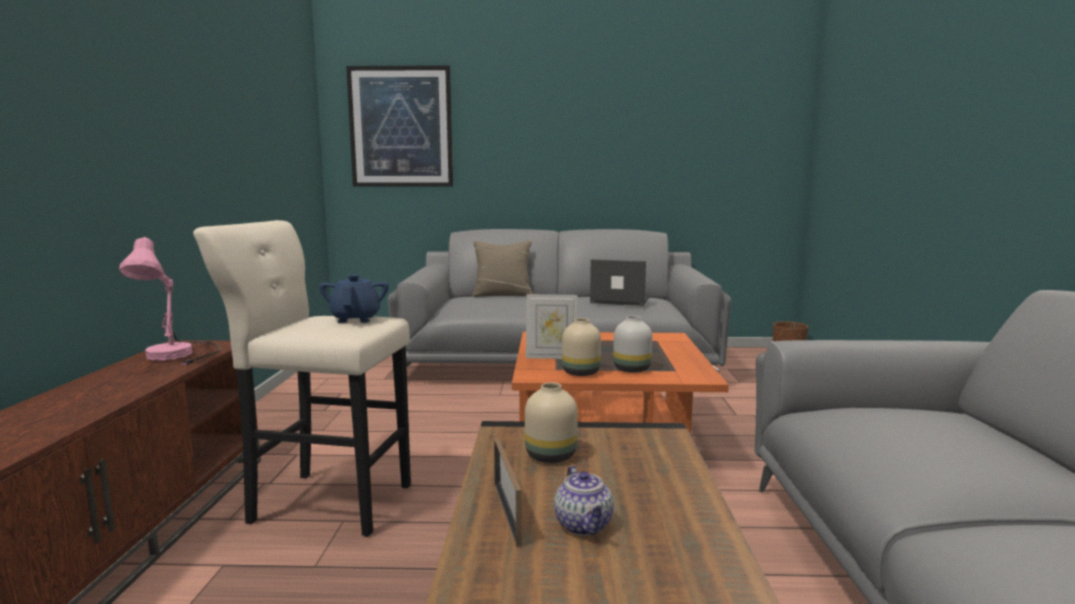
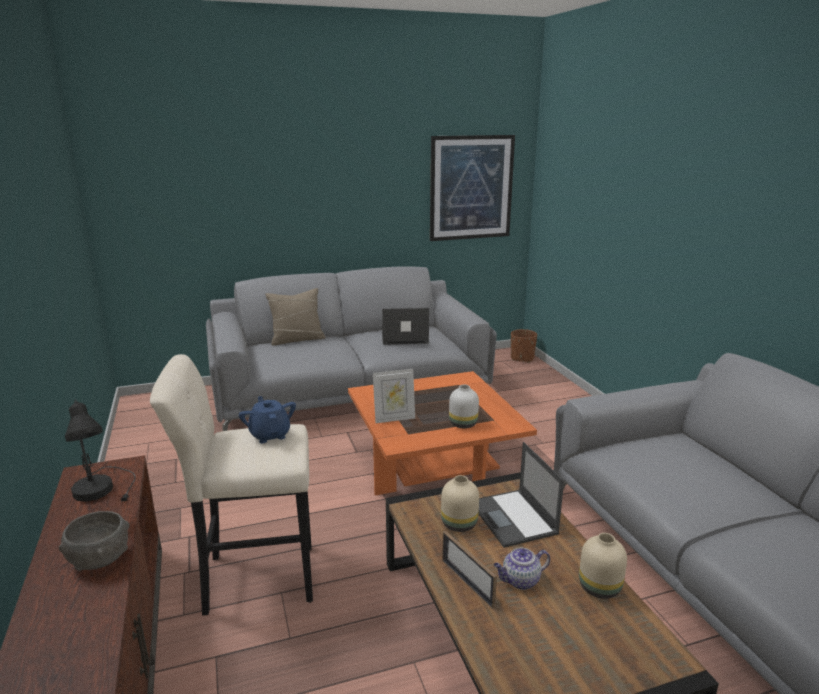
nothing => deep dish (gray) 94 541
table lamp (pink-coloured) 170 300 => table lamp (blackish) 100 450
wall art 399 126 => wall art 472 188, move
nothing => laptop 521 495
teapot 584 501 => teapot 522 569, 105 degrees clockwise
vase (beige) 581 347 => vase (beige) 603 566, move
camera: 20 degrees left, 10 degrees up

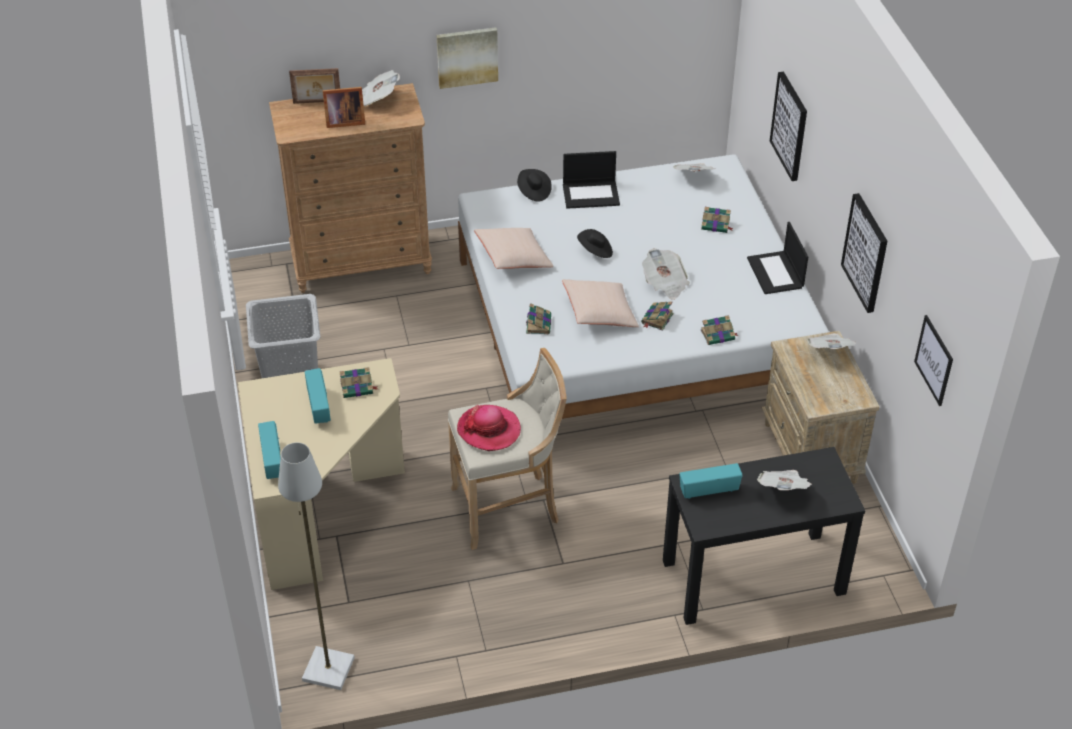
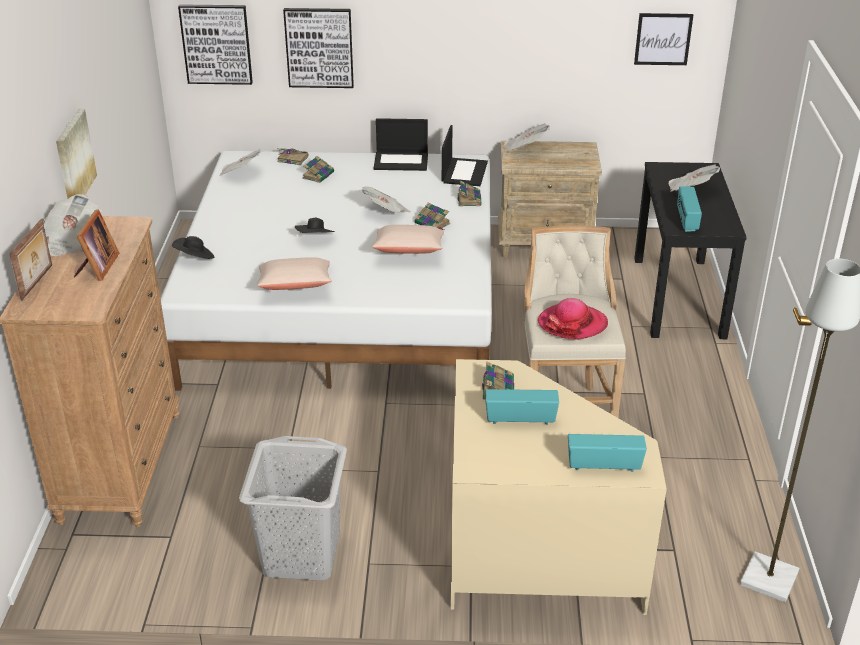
wall art 864 253 => wall art 215 44, move
book 538 318 => book 292 156, move
laptop 591 180 => laptop 465 155, move
camera: 75 degrees left, 10 degrees down

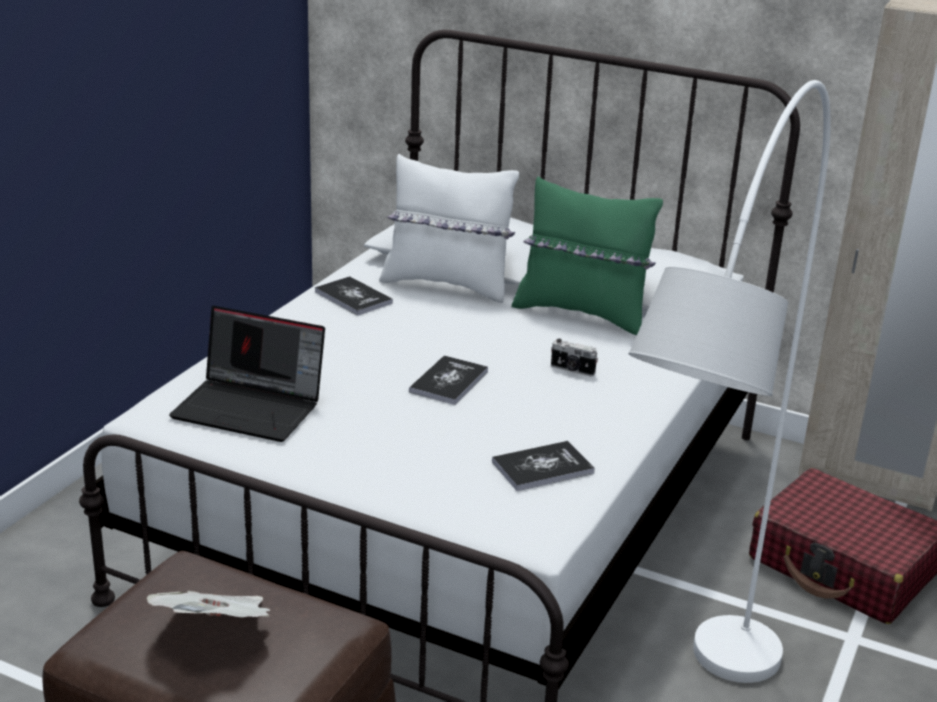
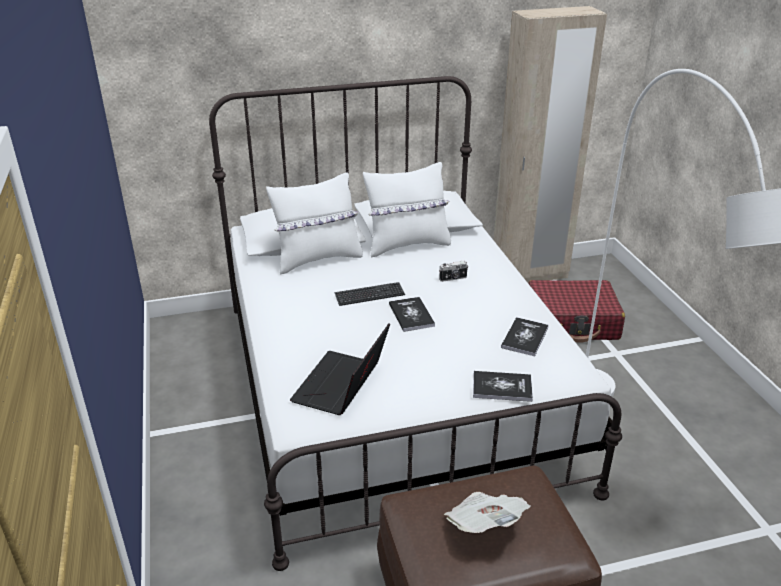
laptop 247 374 => laptop 340 369, 135 degrees clockwise
nothing => keyboard 369 294
pillow (greenish) 587 255 => pillow (white) 407 210
book 354 296 => book 503 386, move
camera: 40 degrees left, 5 degrees up

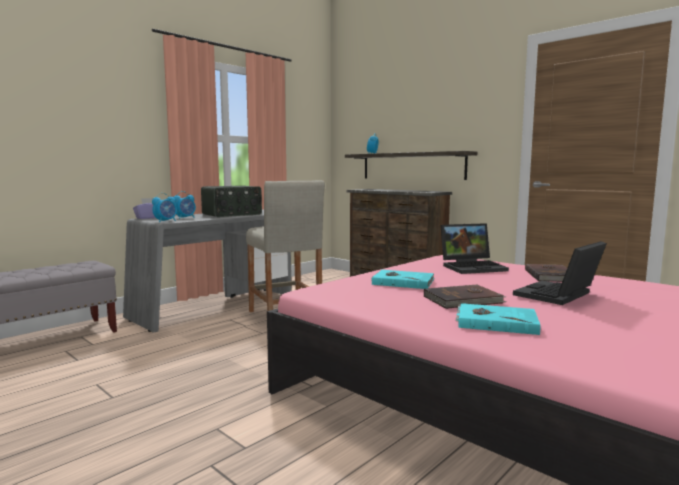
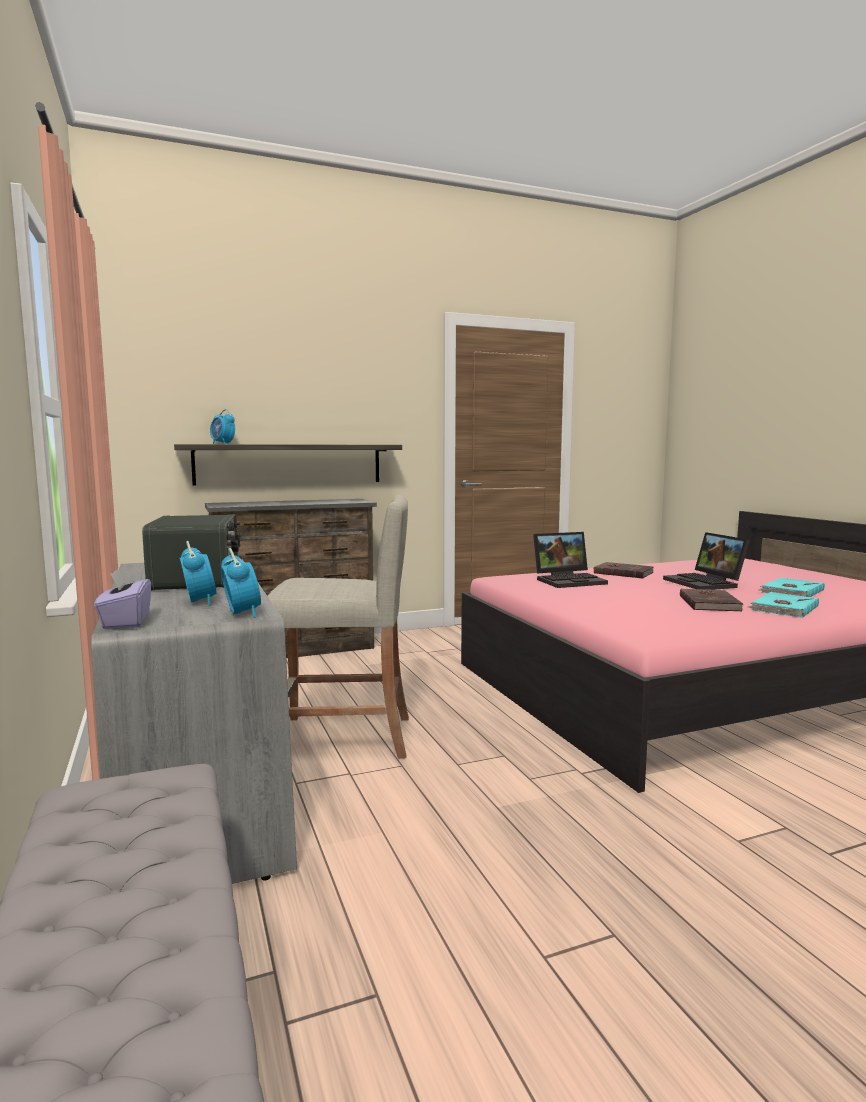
laptop 474 248 => laptop 570 560, 60 degrees clockwise
book (blue-green) 402 279 => book (blue-green) 791 587, move
camera: 65 degrees left, 0 degrees up

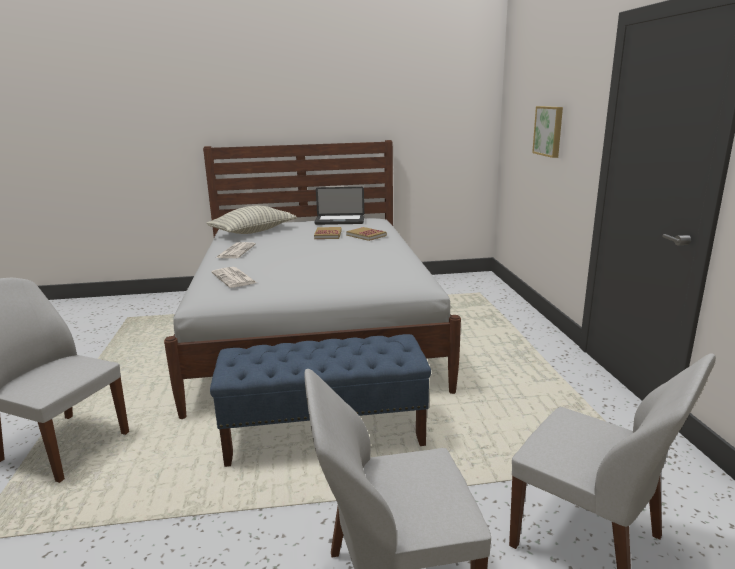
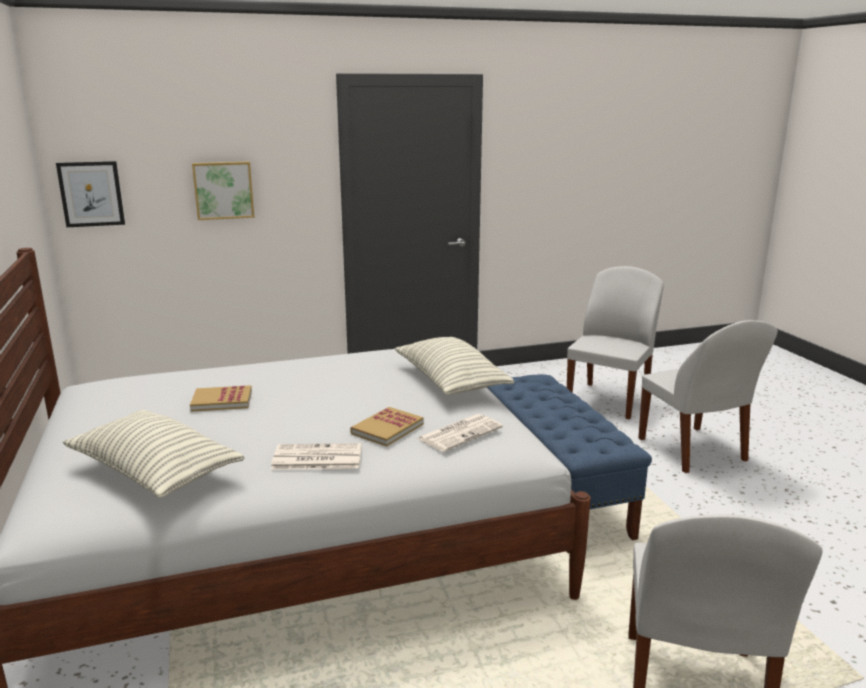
nothing => wall art 90 194
book 366 234 => book 387 427, move
nothing => pillow 454 366
laptop 339 206 => nothing
camera: 100 degrees left, 0 degrees up

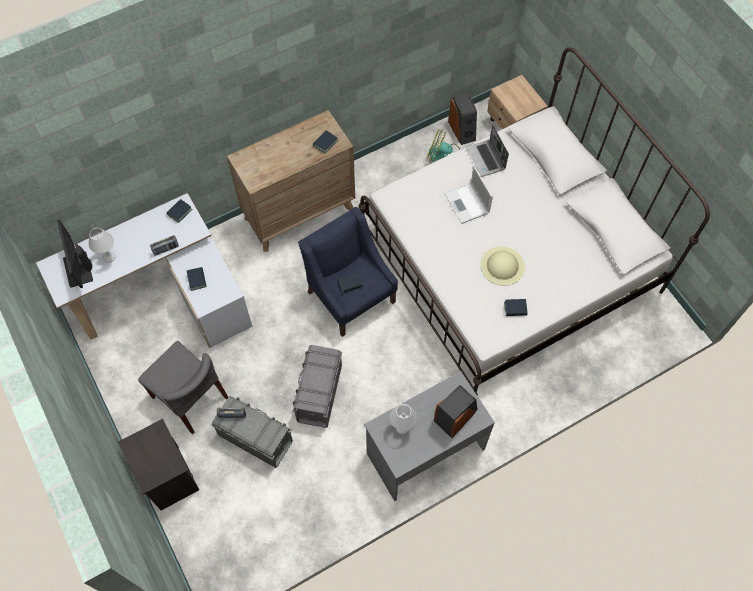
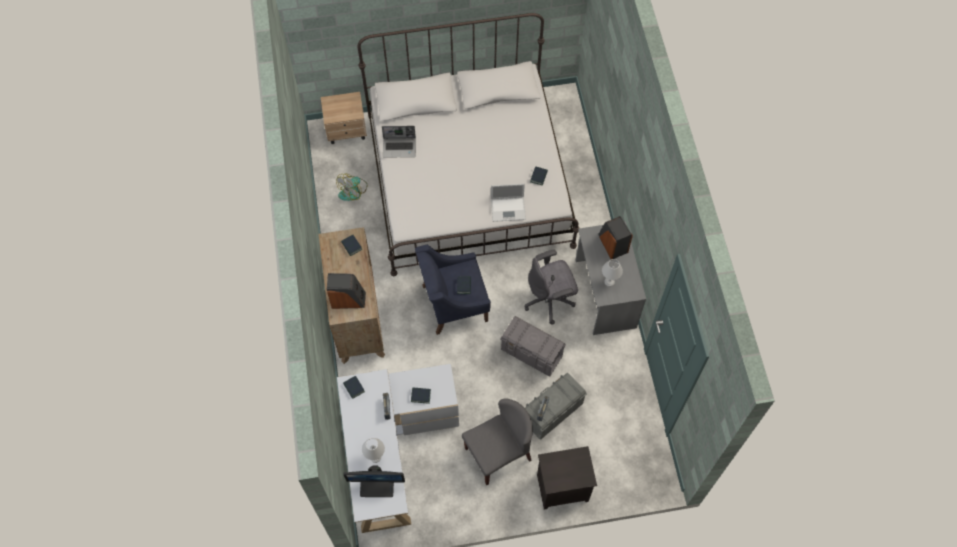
loudspeaker 462 118 => loudspeaker 346 291, move
laptop 468 195 => laptop 508 202, move
nothing => office chair (gray) 551 287
wearable hat (beige) 503 266 => nothing
camera: 70 degrees left, 0 degrees up

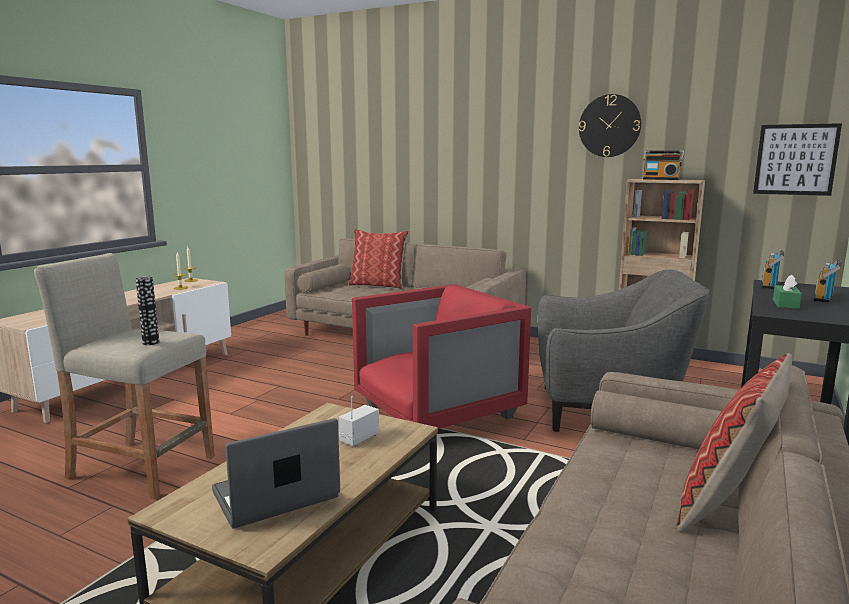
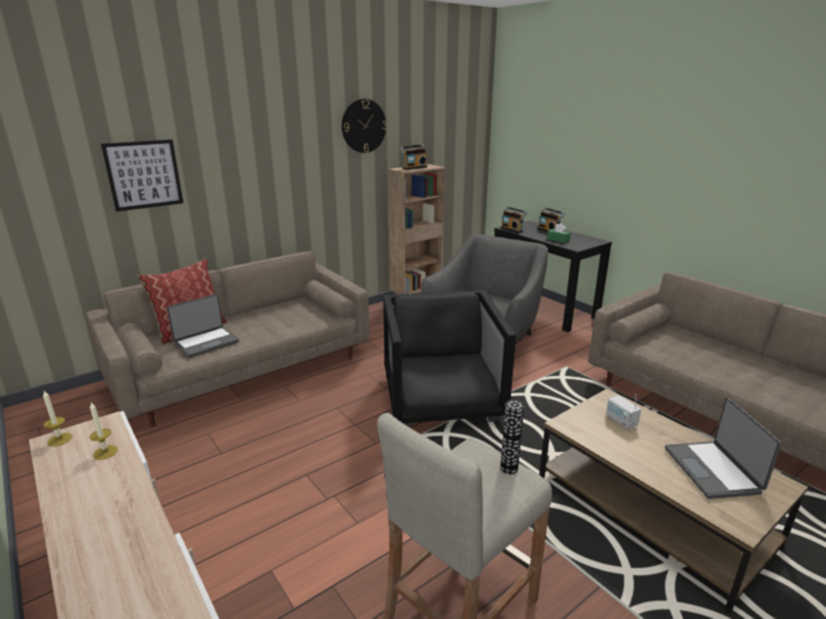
wall art 797 159 => wall art 142 175, move
nothing => laptop 203 326
armchair (red-coloured) 441 356 => armchair (blackish) 449 358
pillow 734 443 => nothing
camera: 65 degrees left, 10 degrees up

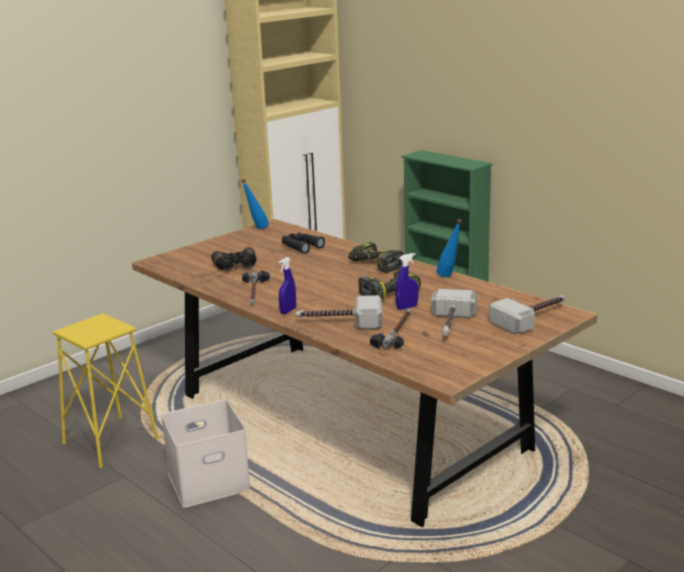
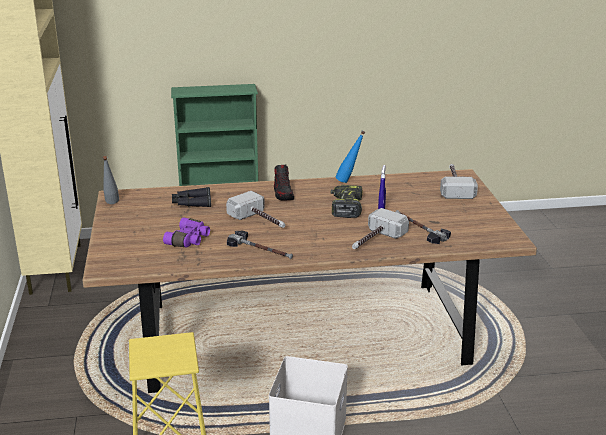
drink bottle (blue) 255 204 => drink bottle (gray) 111 180
pair of binoculars (blackish) 233 259 => pair of binoculars (purplish) 186 232
tool hammer 454 312 => tool hammer 255 209, move
power drill 376 257 => low shoe 284 182
hand sprayer (blue) 287 285 => nothing
camera: 55 degrees left, 5 degrees up

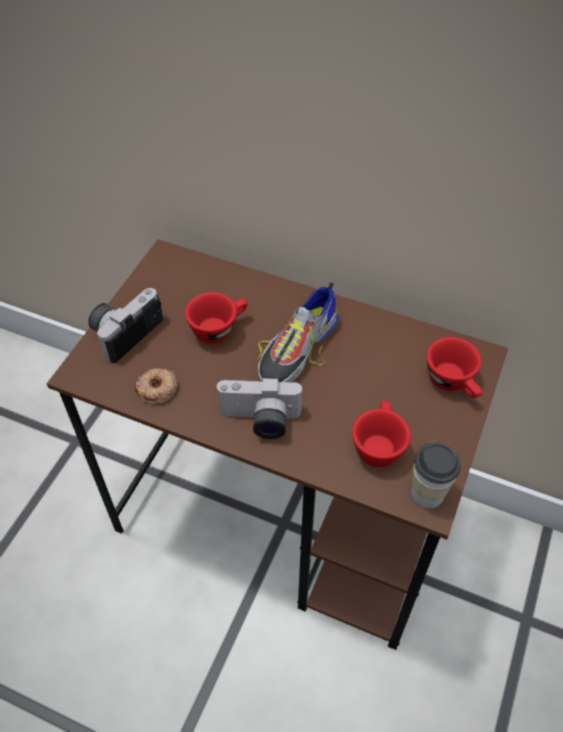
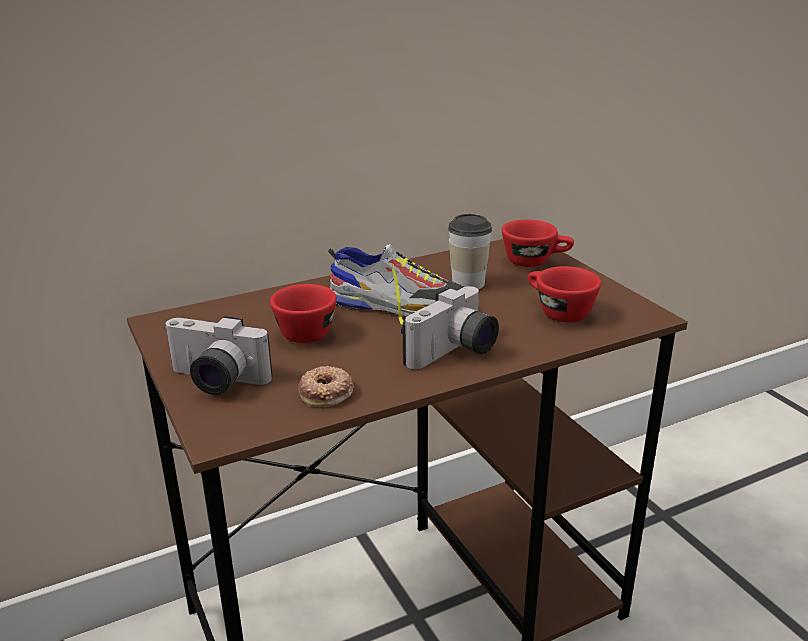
still camera 125 325 => still camera 218 355, 60 degrees counterclockwise
low shoe 297 332 => low shoe 396 284, 60 degrees counterclockwise
cup 436 475 => cup 470 251, move
camera: 50 degrees left, 25 degrees down

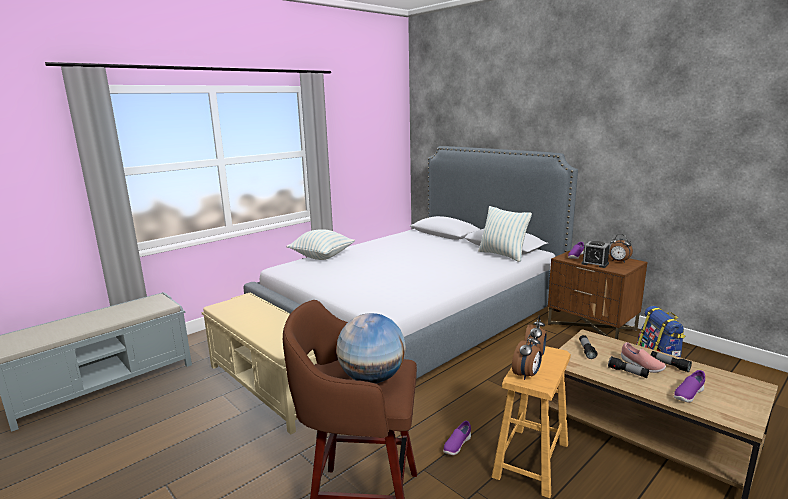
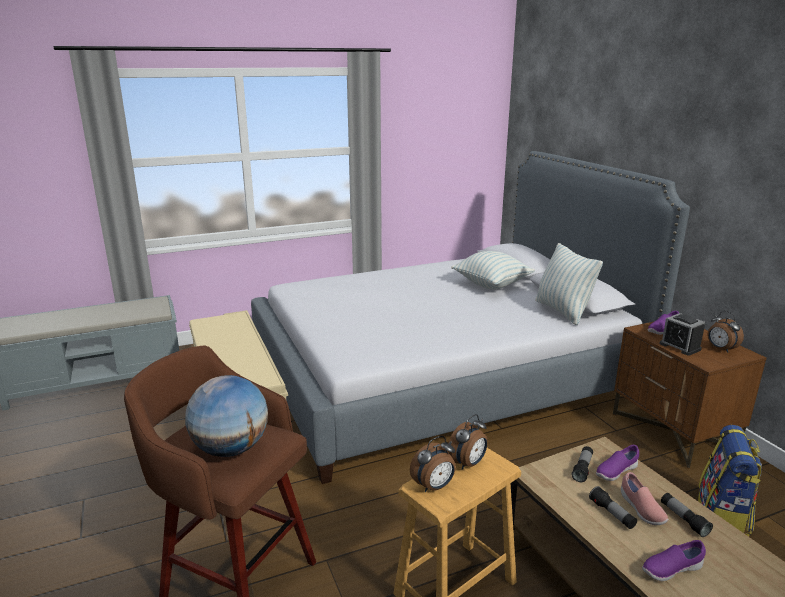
pillow 321 244 => pillow 493 270, move
low shoe (purplish) 457 438 => low shoe (purplish) 617 463, move
camera: 20 degrees right, 5 degrees up

